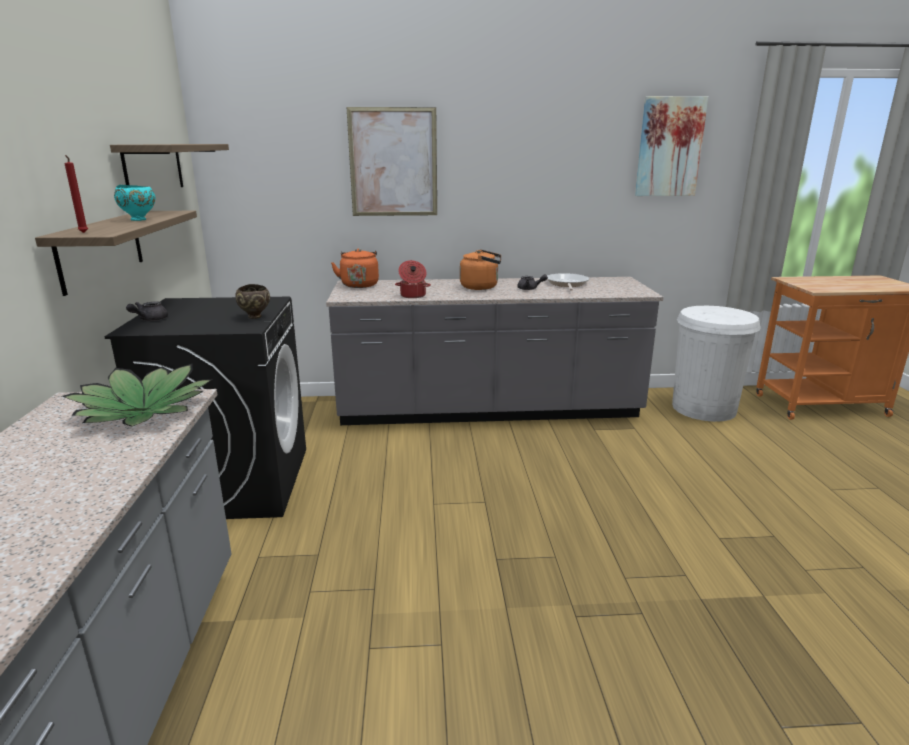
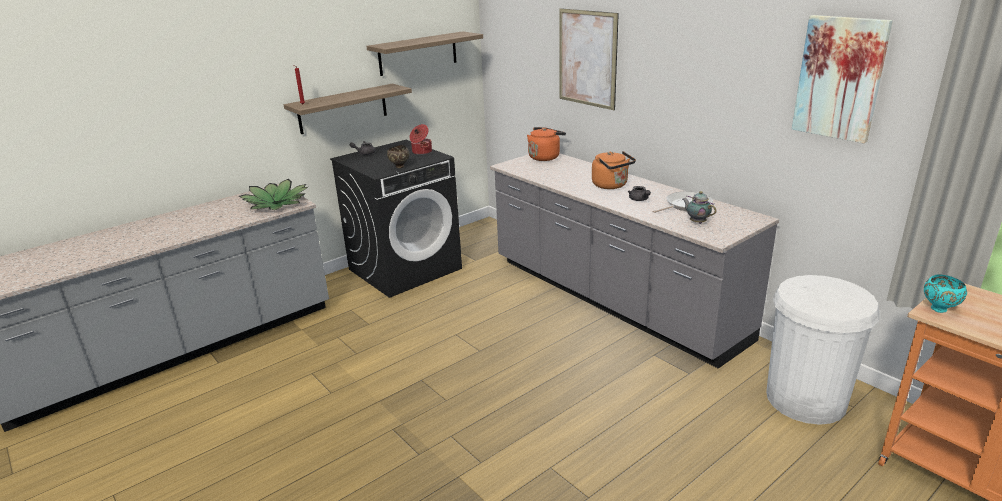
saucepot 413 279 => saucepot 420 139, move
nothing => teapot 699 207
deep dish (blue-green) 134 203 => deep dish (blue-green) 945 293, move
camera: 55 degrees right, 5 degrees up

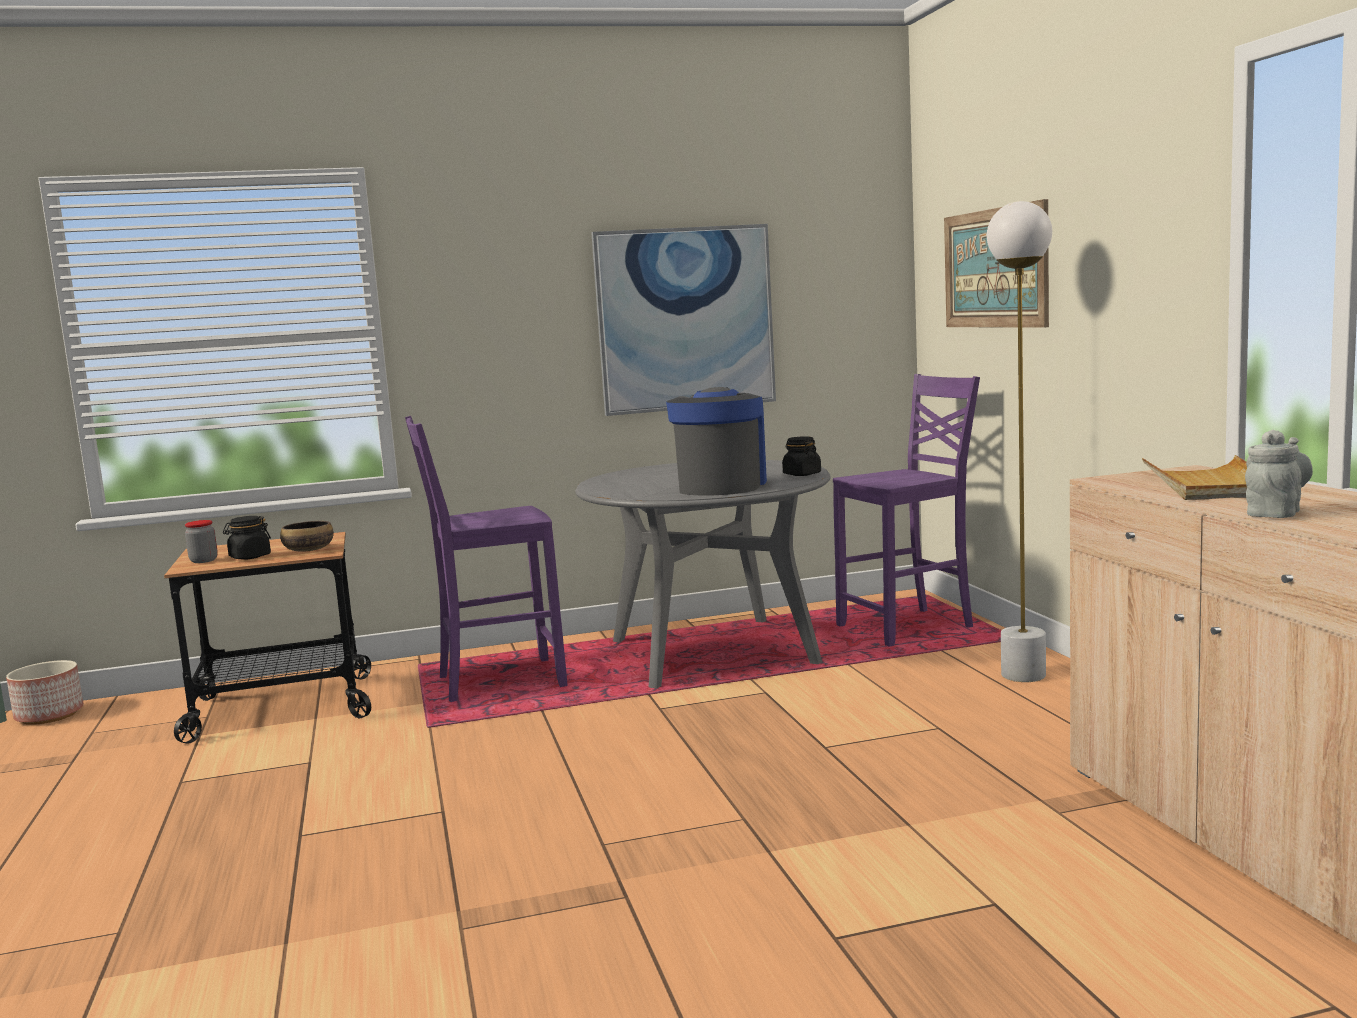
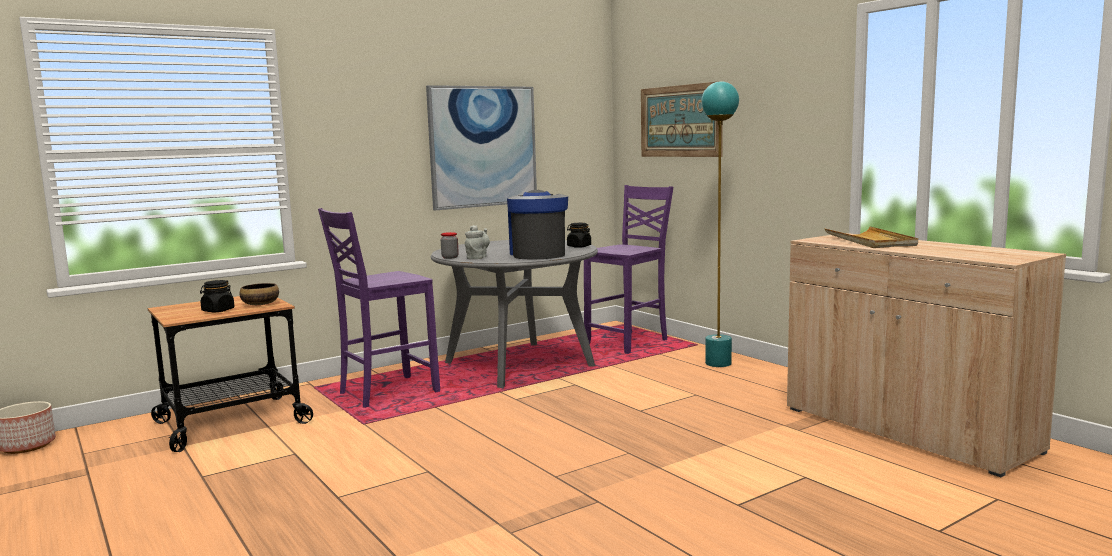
jar 201 541 => jar 450 245, move
teapot (gray) 1279 474 => teapot (gray) 477 242, move
floor lamp (white) 1019 441 => floor lamp (blue-green) 720 224
camera: 20 degrees left, 0 degrees up

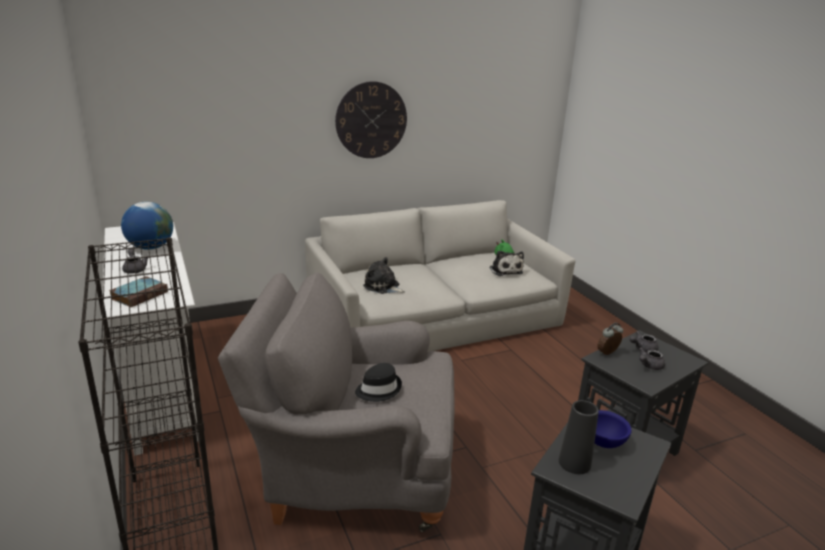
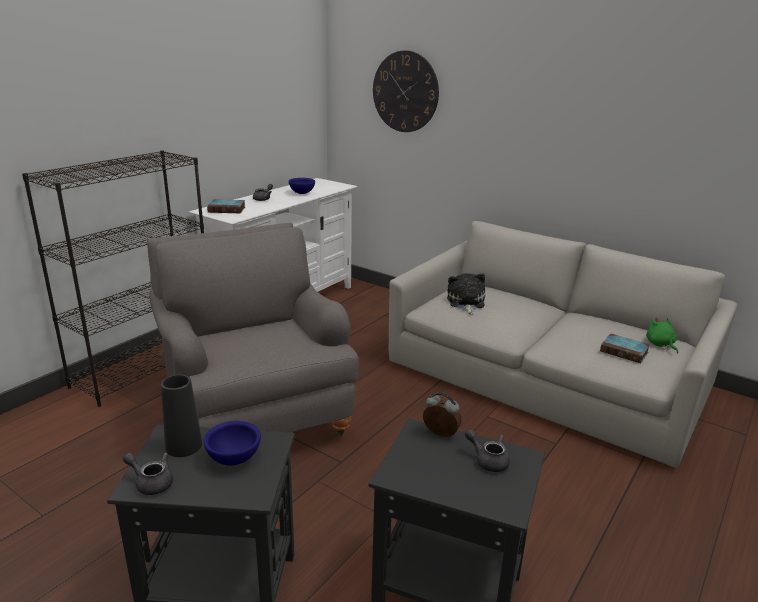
teapot (gray) 652 358 => teapot (gray) 148 474, move
world globe 147 226 => deep dish (blue) 302 186
clock on the wall 371 119 => clock on the wall 406 91, move
cuddly toy 506 263 => book 625 348
wearable hat (blackish) 378 382 => nothing
camera: 60 degrees right, 0 degrees up

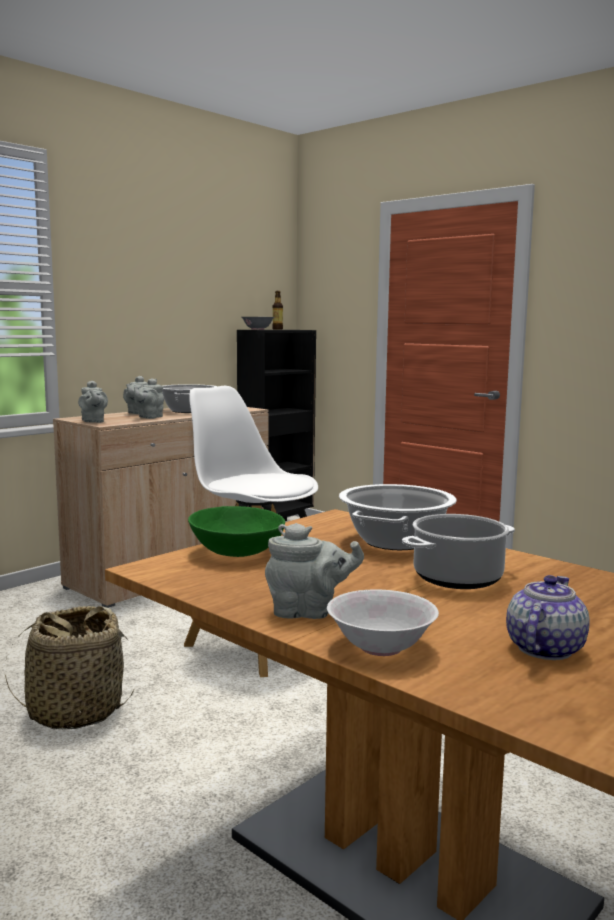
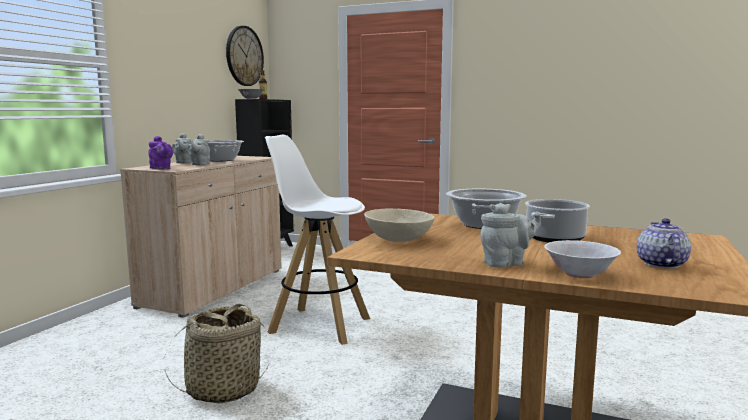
teapot (gray) 93 402 => teapot (purplish) 160 152
nothing => clock on the wall 245 56
deep dish (greenish) 236 531 => deep dish (beige) 399 225
camera: 20 degrees left, 0 degrees up

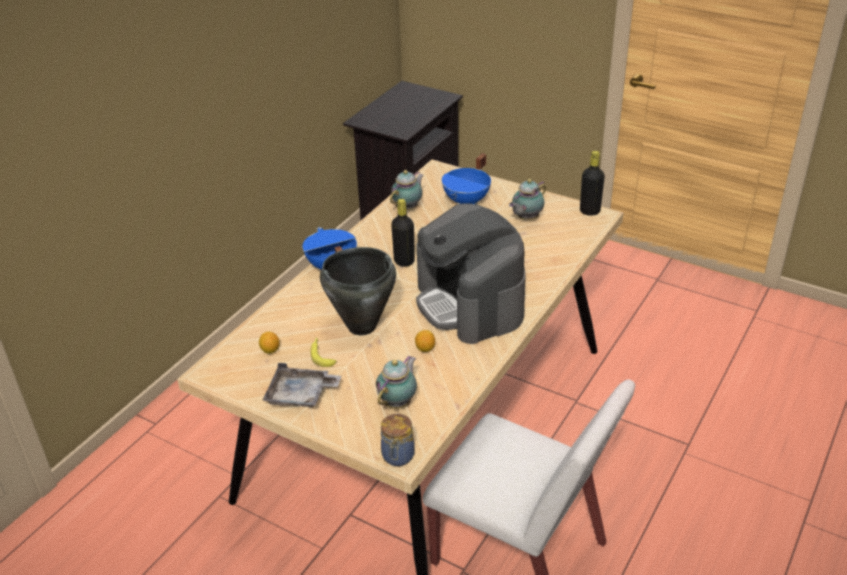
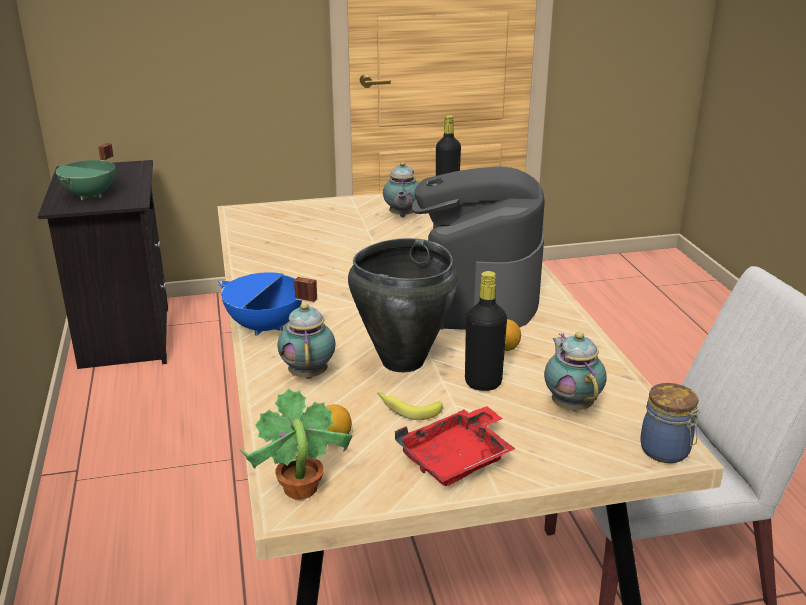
nothing => saucepot (greenish) 85 171
nothing => houseplant 296 444
teapot 407 190 => teapot 306 341, move
serving tray (gray) 301 385 => serving tray (red-coloured) 455 446
coffee machine 471 273 => coffee machine 478 248, 75 degrees clockwise
drink bottle (blackish) 403 233 => drink bottle (blackish) 486 331, move
saucepot (blue) 466 178 => nothing
camera: 45 degrees left, 10 degrees down

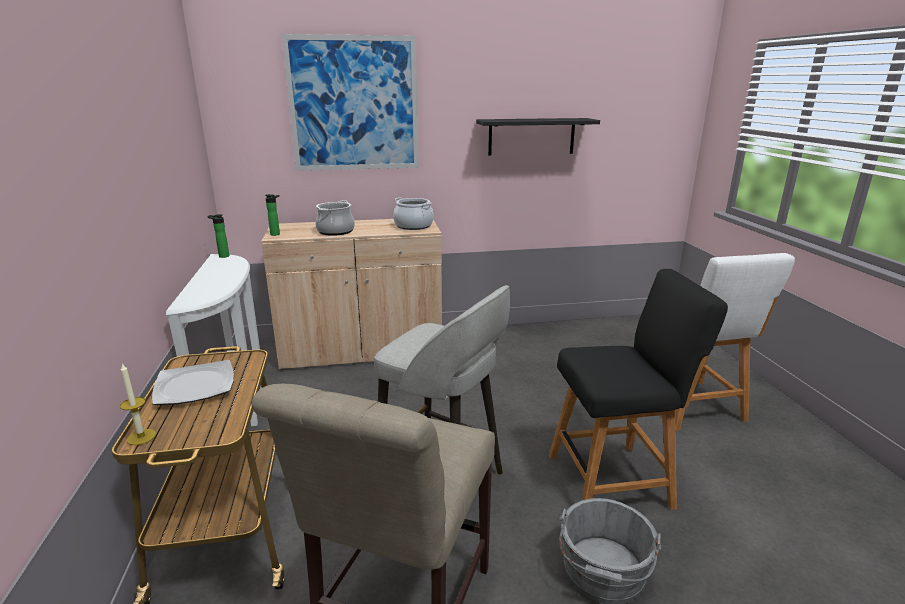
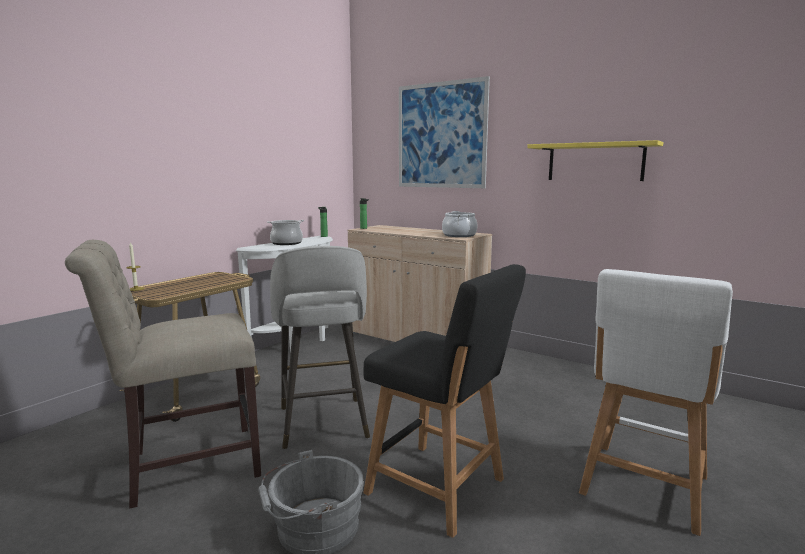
saucepot 335 218 => saucepot 285 232, move
wall shelf (blackish) 538 137 => wall shelf (yellowish) 595 160
dinner plate 193 382 => nothing
camera: 45 degrees right, 10 degrees down

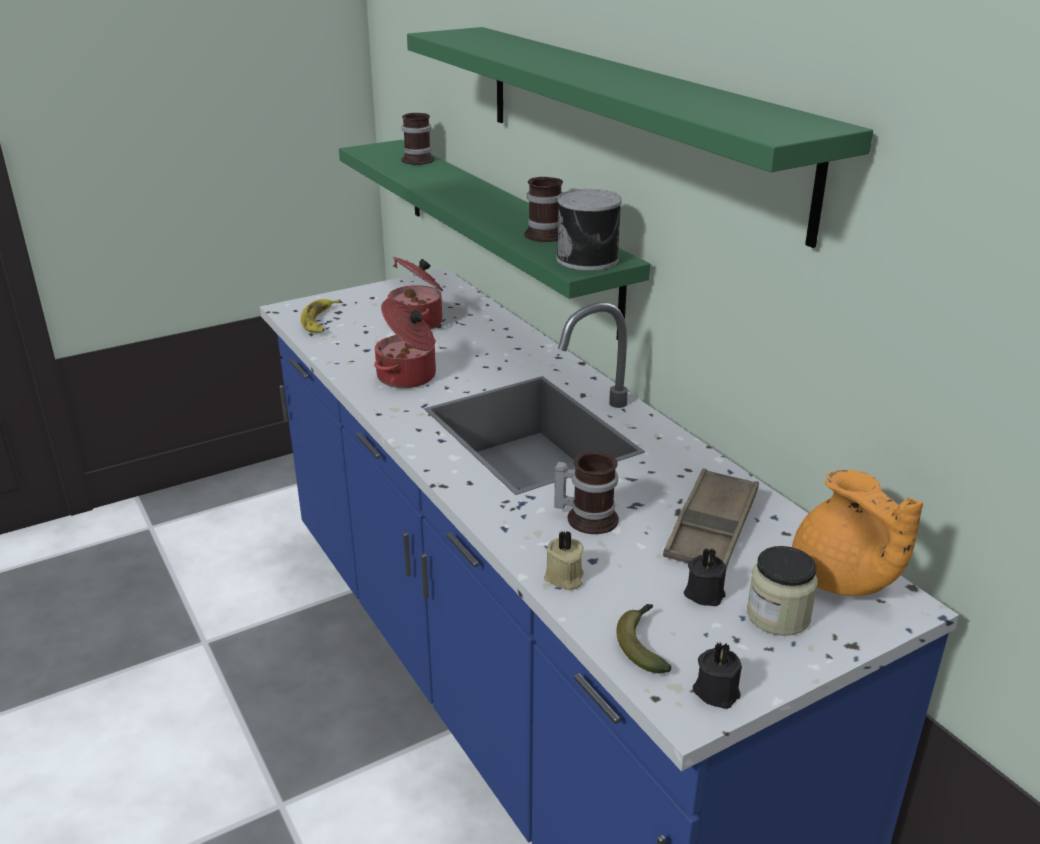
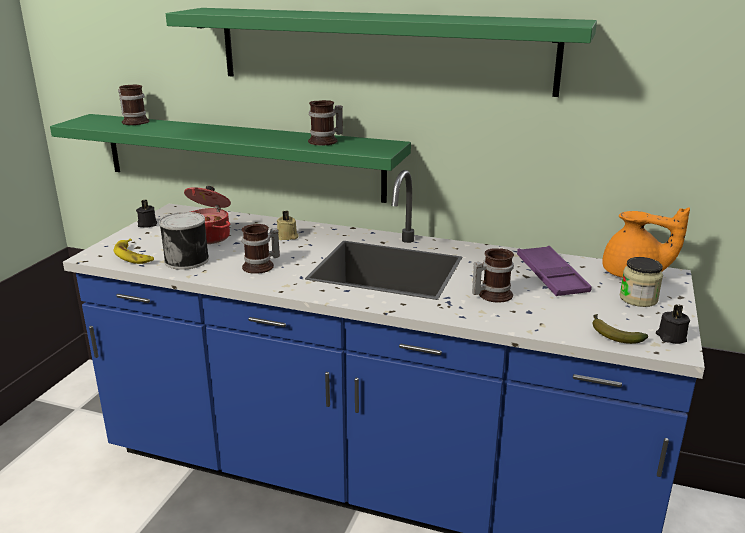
wax light (blackish) 705 577 => wax light (blackish) 146 214, move
metal can 589 229 => metal can 184 241, move
saucepot 405 343 => coffee mug 261 249
wax light (beige) 564 560 => wax light (beige) 288 225, move
serving tray (brown-coloured) 711 518 => serving tray (purplish) 554 271
camera: 40 degrees left, 5 degrees down

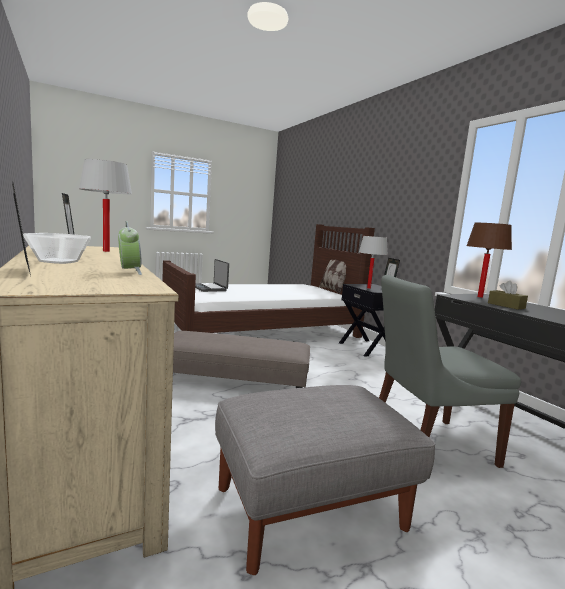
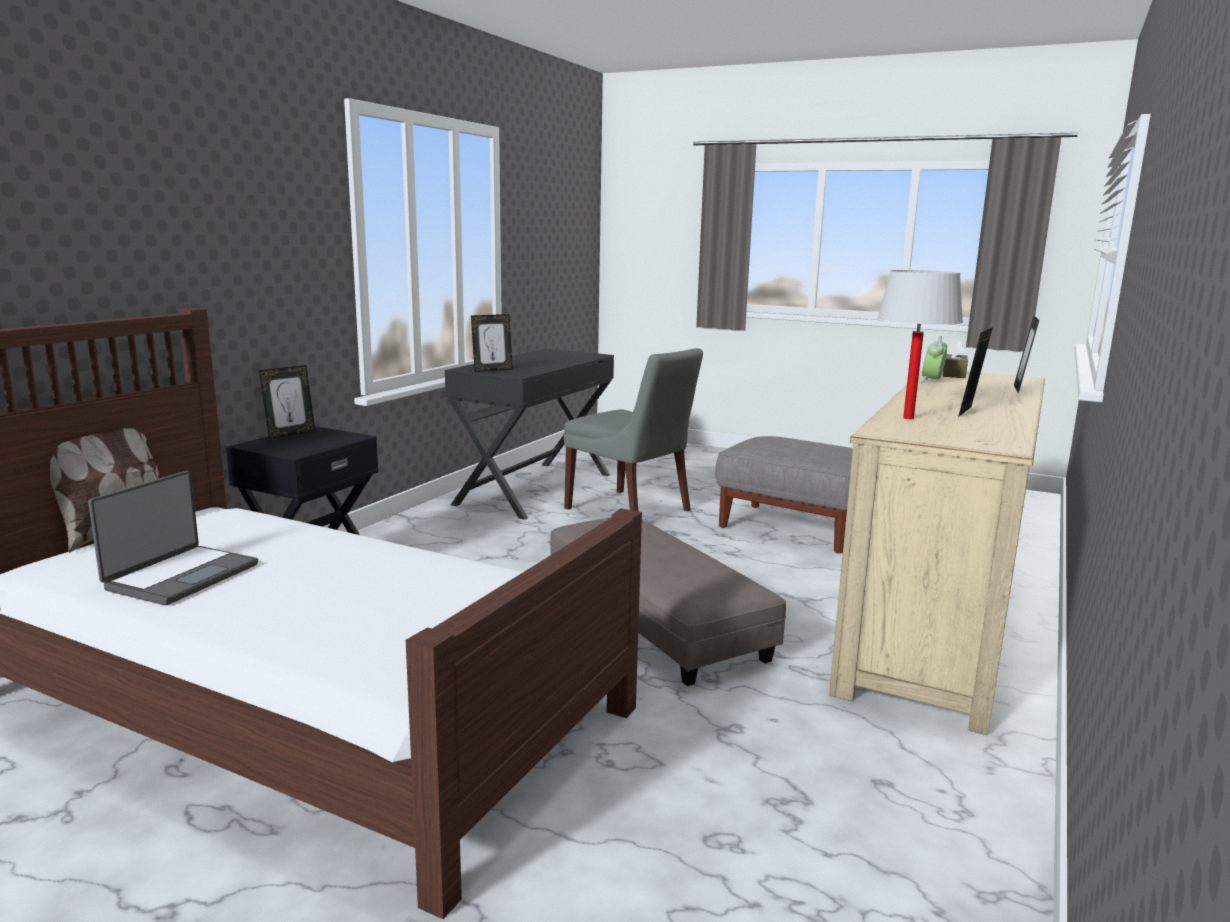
laptop 212 275 => laptop 173 538, move
table lamp (brown-coloured) 489 260 => photo frame 492 343
box of tissues (brown-coloured) 508 295 => box of tissues (brown-coloured) 955 359, move
deep dish 57 248 => nothing
table lamp (white) 373 262 => nothing
camera: 125 degrees left, 5 degrees up

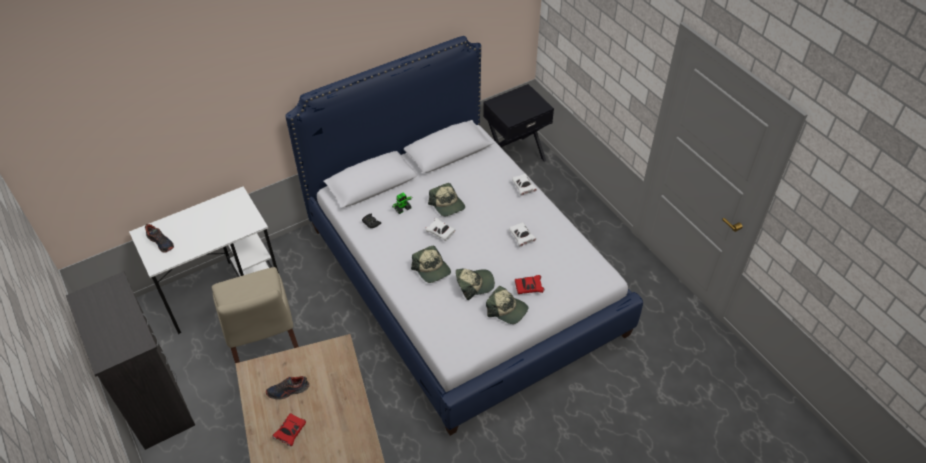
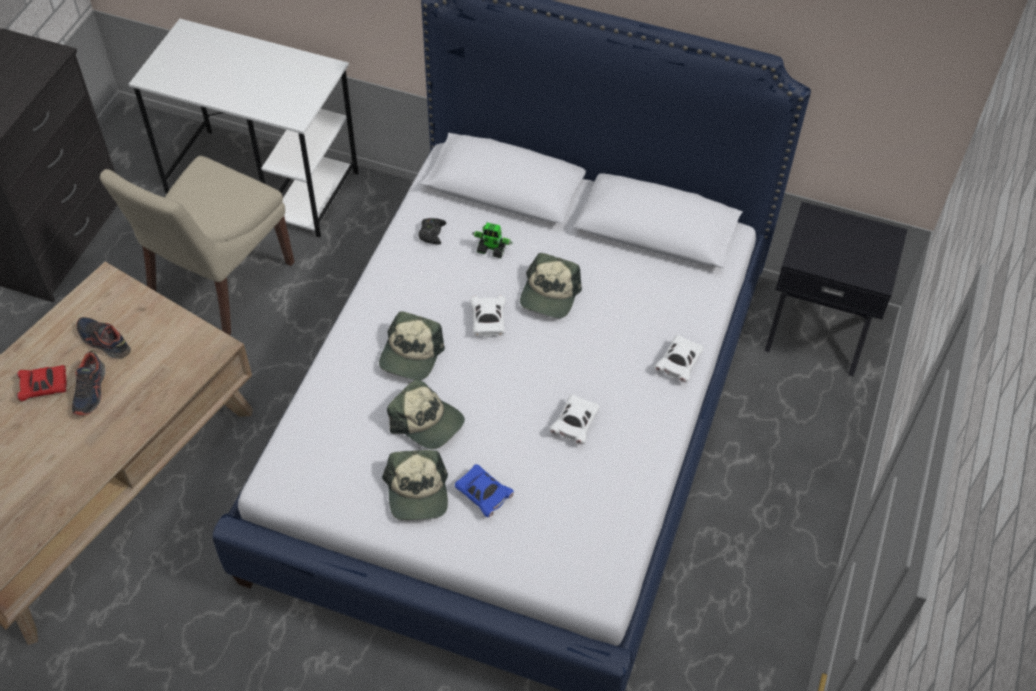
low shoe 159 238 => low shoe 88 383, move
miniature car (red-coloured) 529 284 => miniature car (blue) 484 490
camera: 50 degrees right, 5 degrees up

